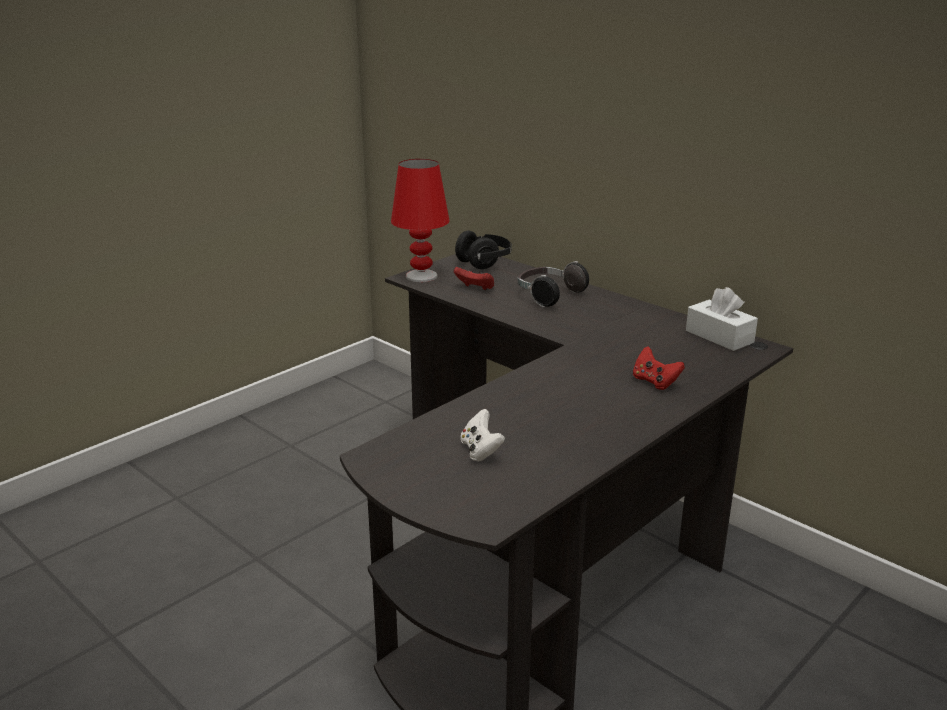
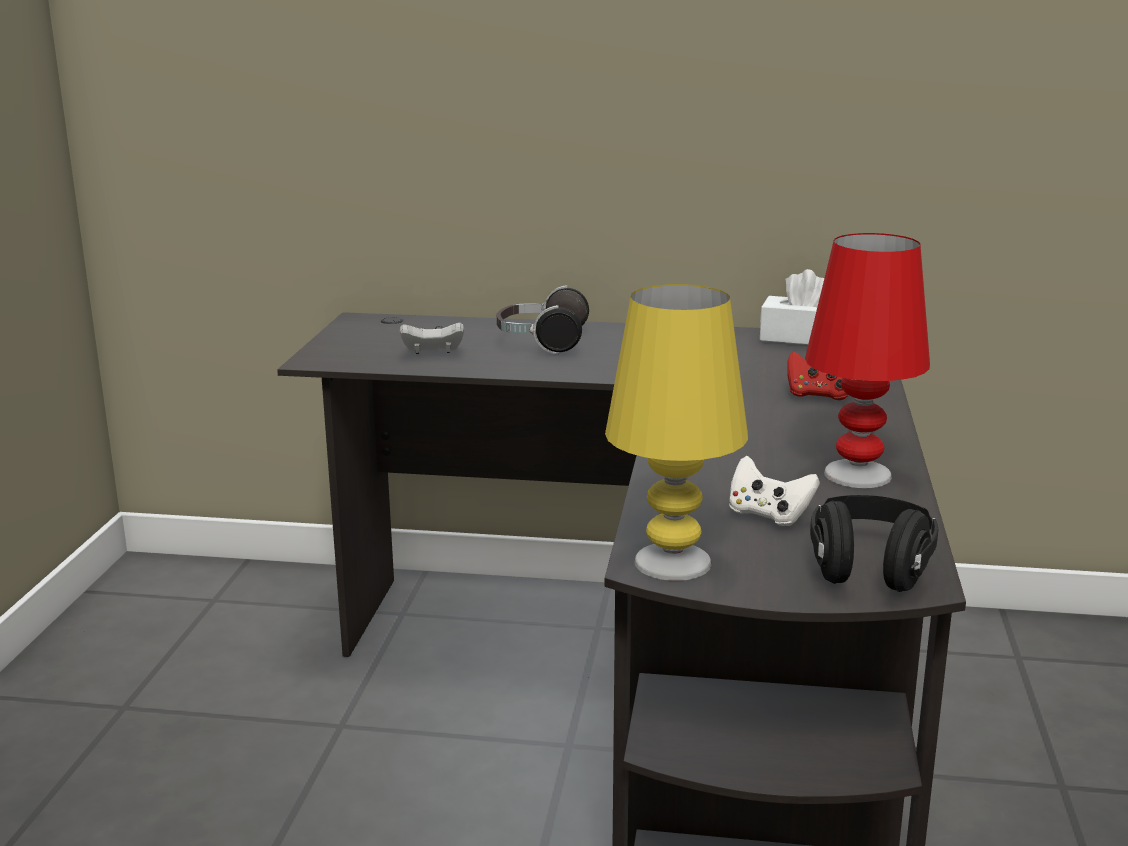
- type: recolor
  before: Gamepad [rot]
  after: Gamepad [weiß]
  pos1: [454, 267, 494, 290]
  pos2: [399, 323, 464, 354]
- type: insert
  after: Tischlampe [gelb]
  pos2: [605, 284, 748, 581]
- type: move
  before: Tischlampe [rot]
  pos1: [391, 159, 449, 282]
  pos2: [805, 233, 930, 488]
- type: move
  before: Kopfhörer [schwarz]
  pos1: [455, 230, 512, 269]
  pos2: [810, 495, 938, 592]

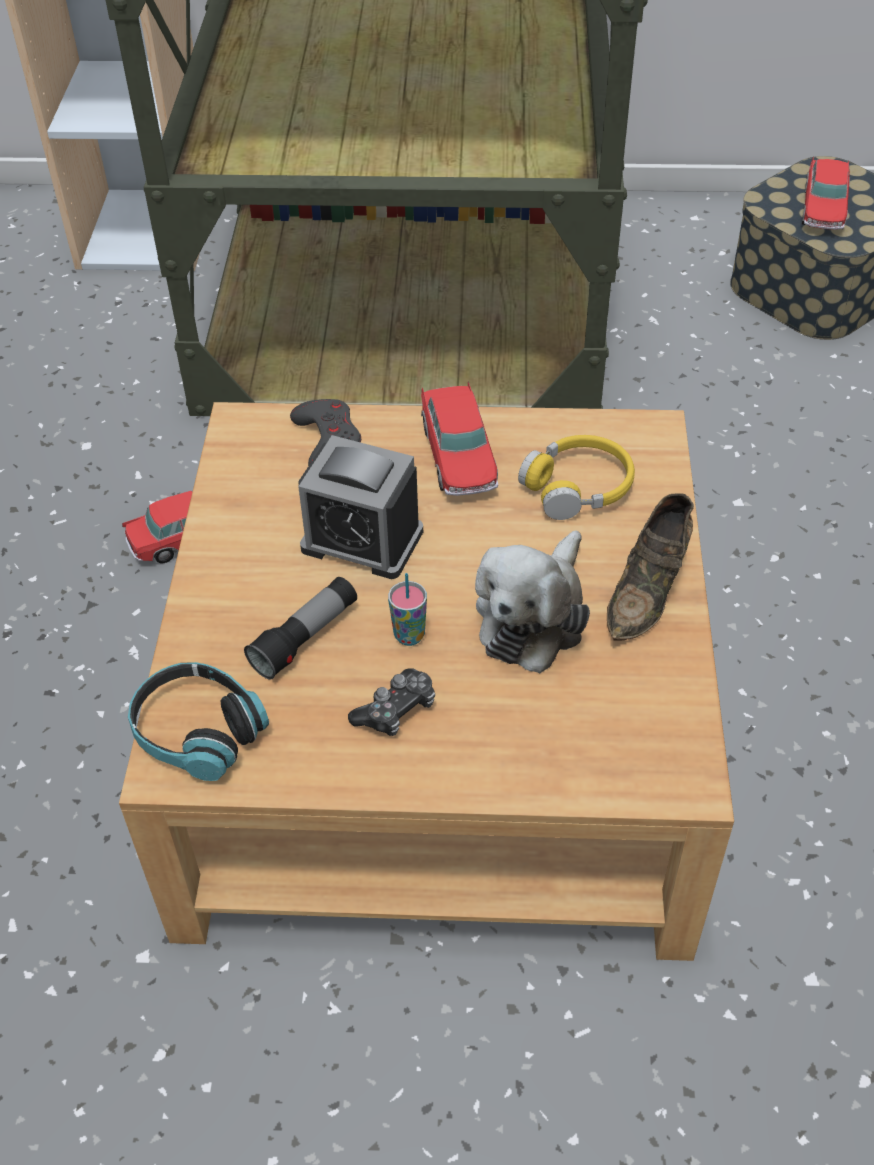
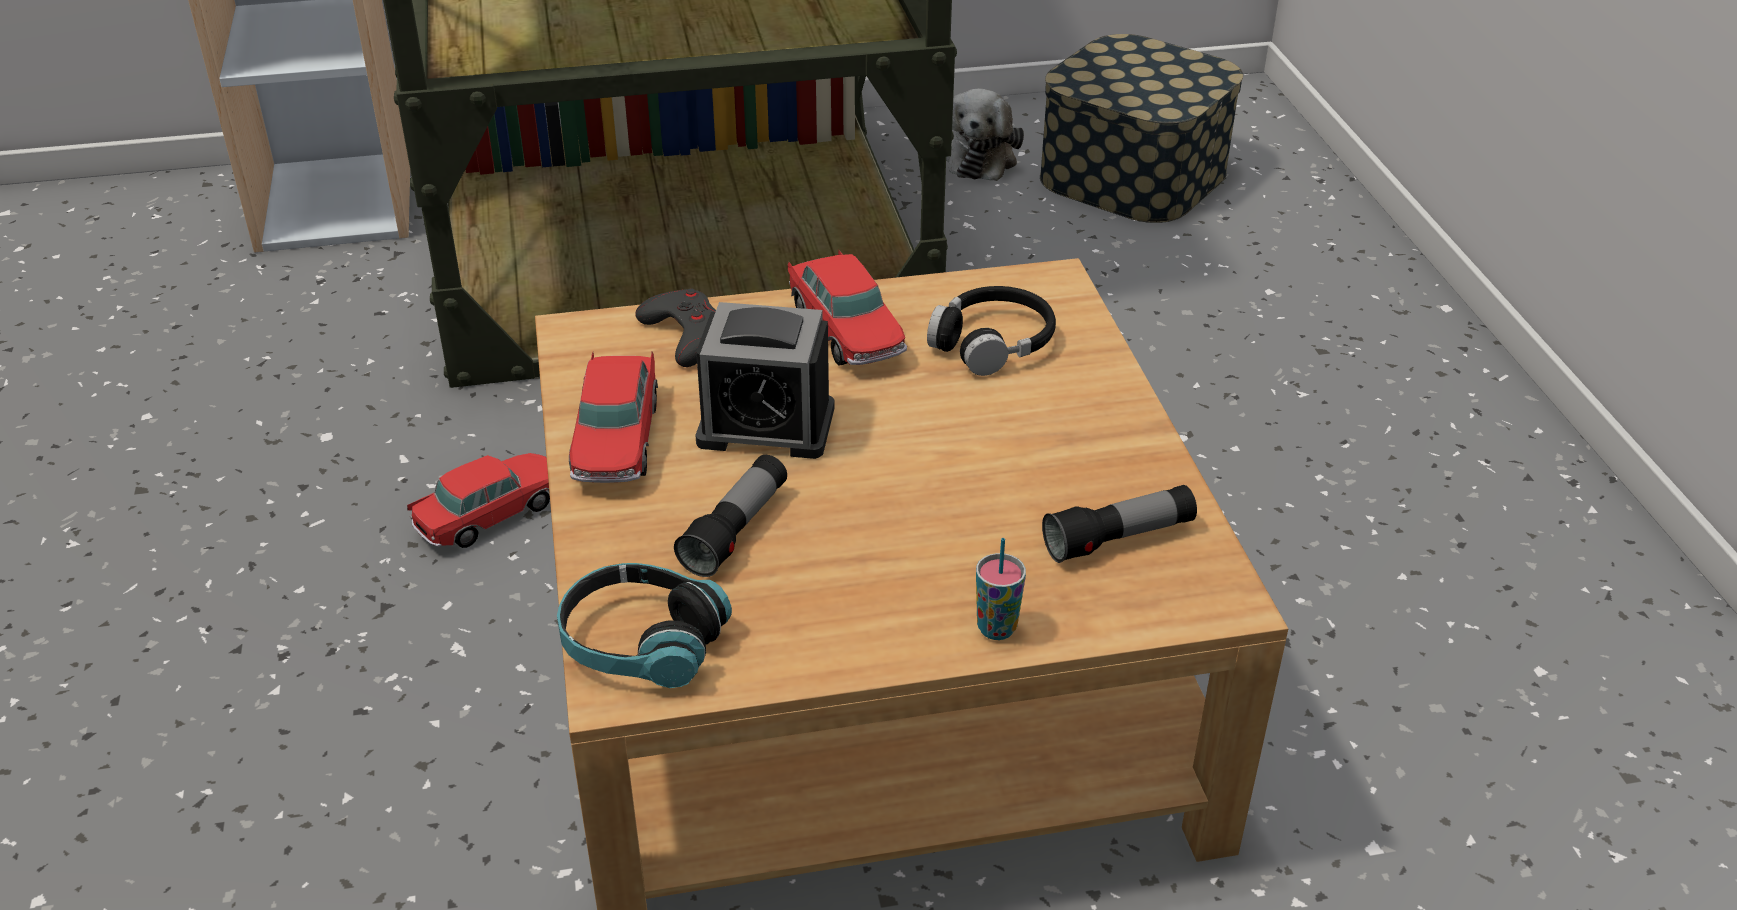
- type: move
  before: Spielzeugauto
  pos1: [802, 157, 850, 230]
  pos2: [569, 352, 658, 483]
- type: recolor
  before: Kopfhörer [gelb]
  after: Kopfhörer [schwarz]
  pos1: [518, 435, 635, 520]
  pos2: [927, 286, 1056, 376]
- type: move
  before: Plüschtier
  pos1: [475, 530, 590, 673]
  pos2: [946, 89, 1024, 181]
- type: move
  before: Tasse
  pos1: [388, 573, 427, 646]
  pos2: [976, 538, 1026, 640]
- type: insert
  after: Taschenlampe
  pos2: [1042, 485, 1197, 563]
- type: delete
  before: Gamepad
  pos1: [348, 668, 435, 736]
- type: delete
  before: Schuh [braun]
  pos1: [607, 493, 694, 641]

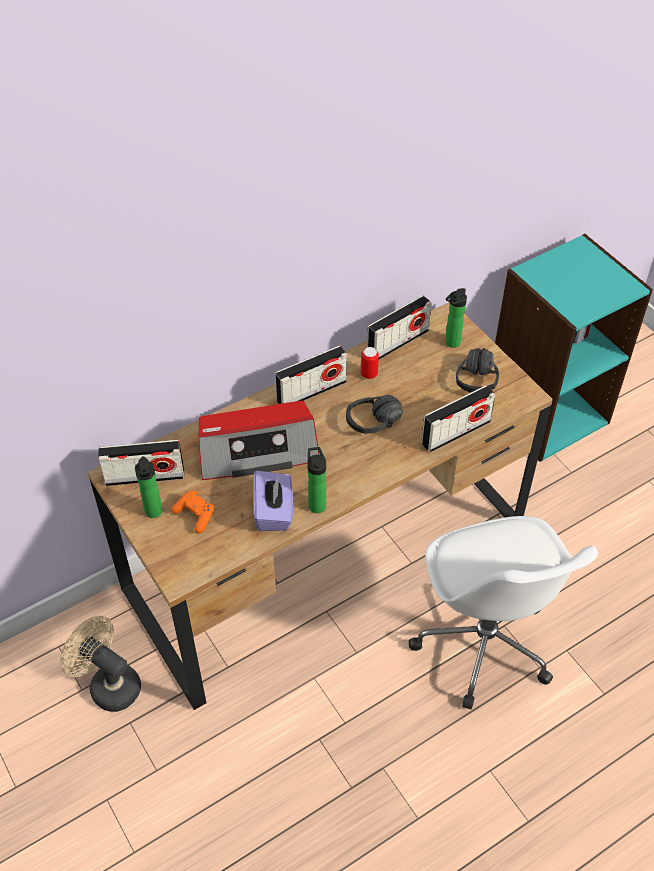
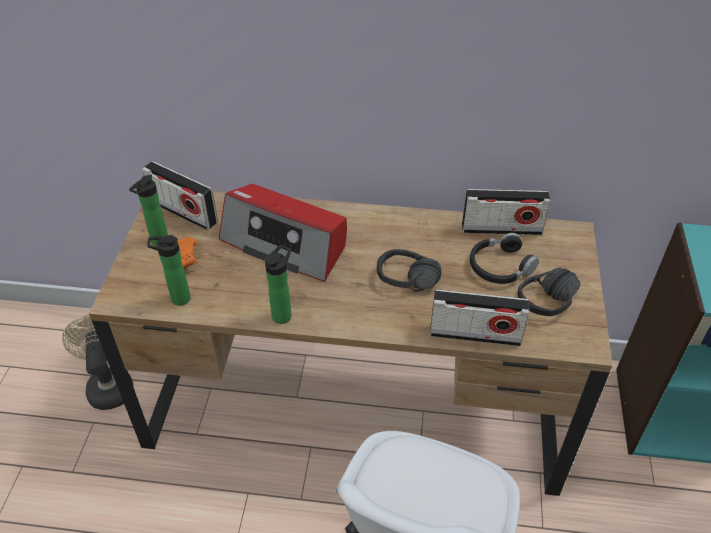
- type: move
  before: Flasche
  pos1: [445, 288, 467, 348]
  pos2: [147, 235, 191, 306]
- type: insert
  after: Kopfhörer [schwarz]
  pos2: [470, 233, 539, 284]
- type: delete
  before: Taschentuchbox [lila]
  pos1: [253, 471, 293, 531]
- type: delete
  before: Radio
  pos1: [275, 345, 347, 404]
- type: delete
  before: Dose
  pos1: [361, 347, 379, 379]

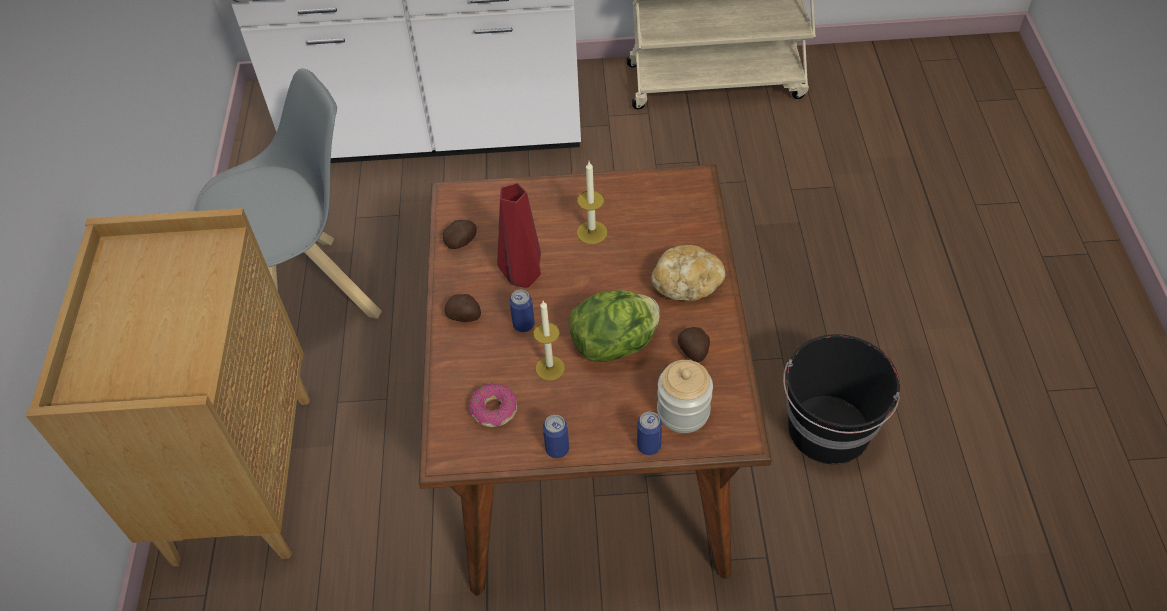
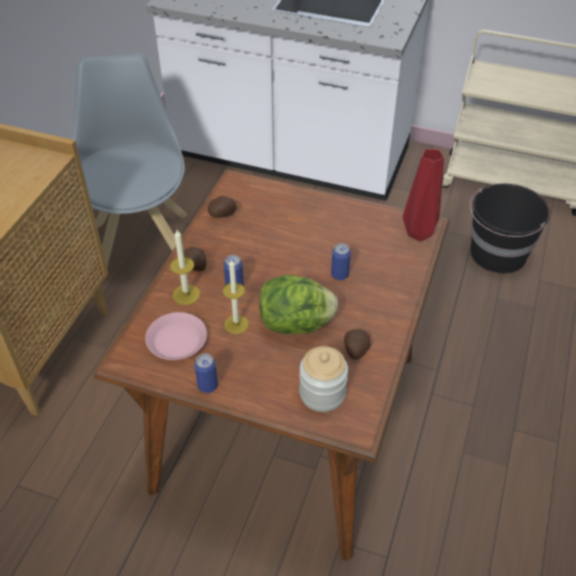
- type: rotate
  before: Stuhl [grau]
  pos1: [194, 68, 382, 319]
  pos2: [73, 53, 188, 279]
  turn: -90
- type: replace
  before: Donut
  after: Teller [rosa]
  pos1: [469, 383, 517, 427]
  pos2: [145, 312, 207, 360]
- type: move
  before: Kerze
  pos1: [577, 162, 607, 244]
  pos2: [170, 230, 200, 305]
- type: move
  before: Dose
  pos1: [637, 411, 662, 455]
  pos2: [331, 243, 351, 280]
- type: move
  before: Vase [rot]
  pos1: [497, 183, 541, 288]
  pos2: [403, 149, 444, 241]
- type: move
  before: Eimer [schwarz]
  pos1: [783, 334, 900, 464]
  pos2: [470, 184, 550, 274]
- type: delete
  before: Brot
  pos1: [651, 245, 725, 301]

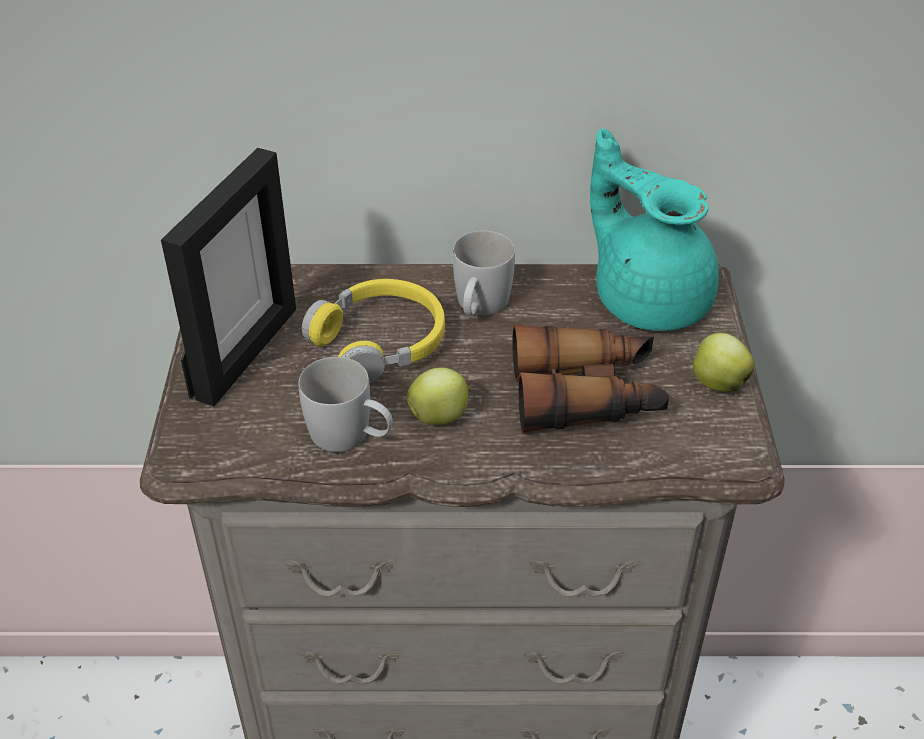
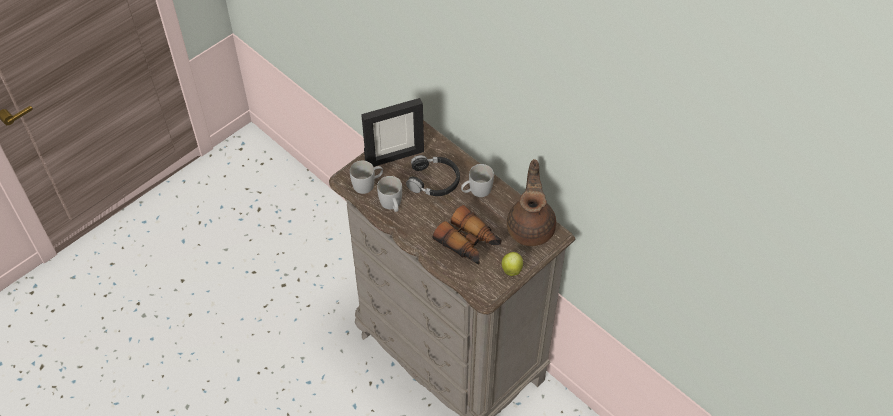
- type: insert
  after: Henkelbecher [weiß]
  pos2: [350, 161, 383, 194]
- type: recolor
  before: Kopfhörer [gelb]
  after: Kopfhörer [schwarz]
  pos1: [302, 279, 445, 384]
  pos2: [406, 155, 460, 196]
- type: recolor
  before: Teekanne [türkis]
  after: Teekanne [braun]
  pos1: [590, 128, 719, 331]
  pos2: [507, 159, 556, 246]
- type: delete
  before: Apfel
  pos1: [407, 368, 471, 425]

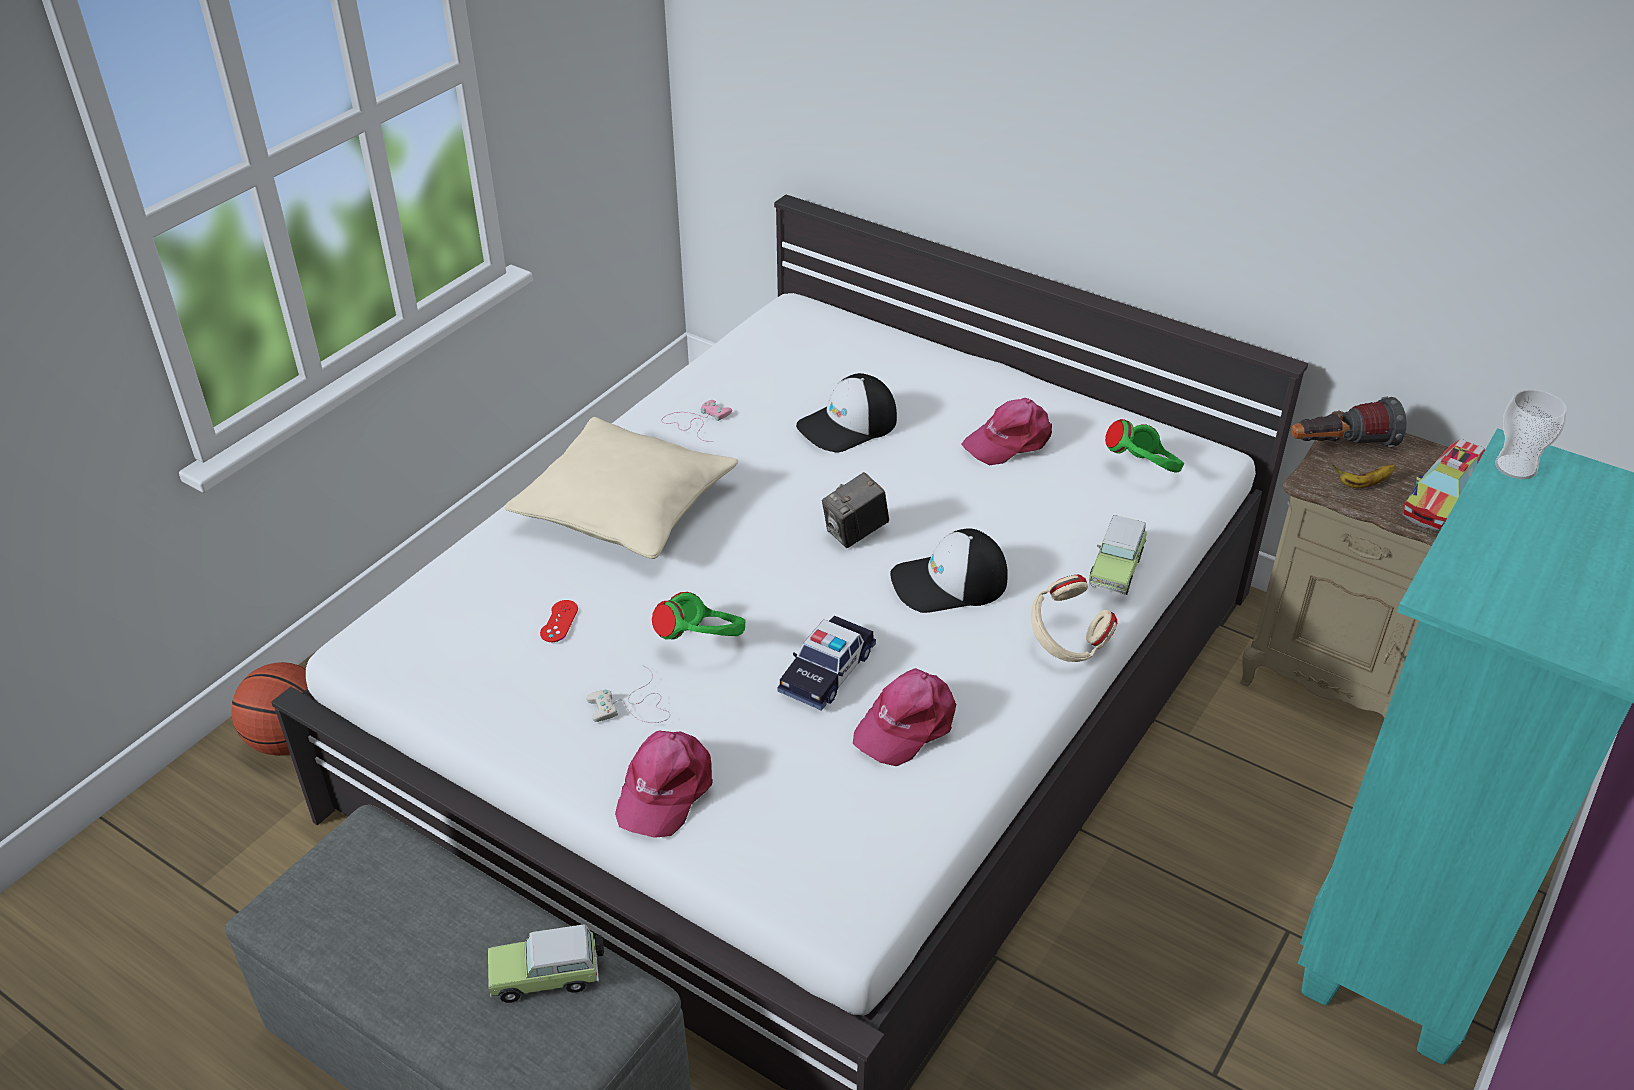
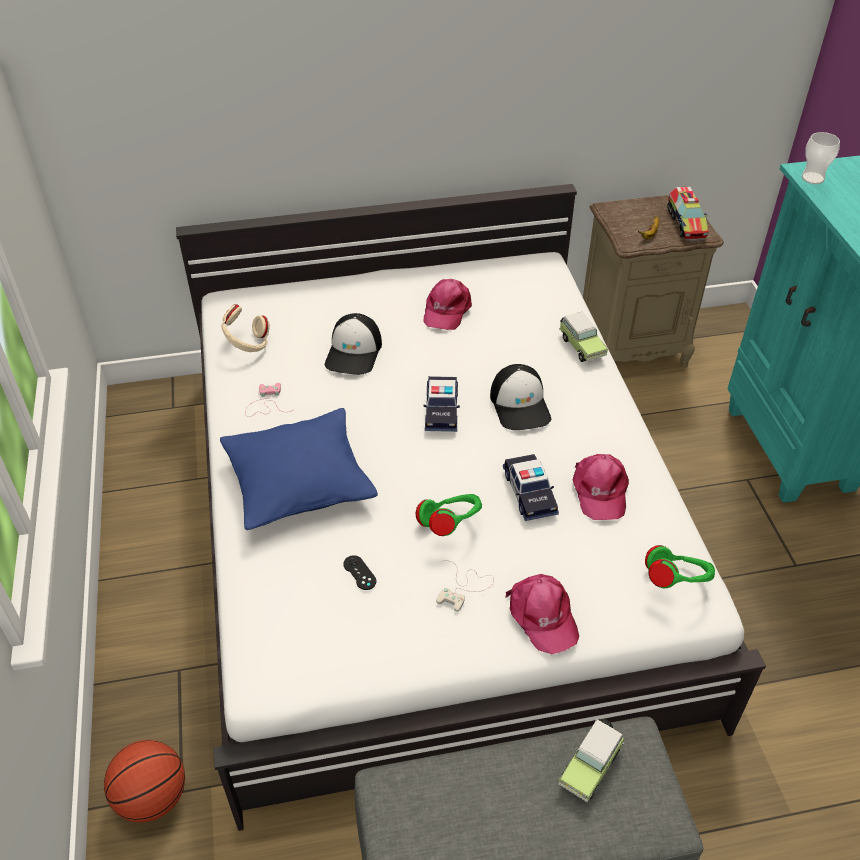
- type: recolor
  before: Kissen [beige]
  after: Kissen [blau]
  pos1: [505, 417, 738, 559]
  pos2: [220, 408, 378, 530]
- type: move
  before: Kopfhörer [beige]
  pos1: [1031, 575, 1117, 662]
  pos2: [221, 304, 270, 352]
- type: recolor
  before: Gamepad [rot]
  after: Gamepad [schwarz]
  pos1: [540, 600, 578, 642]
  pos2: [343, 555, 377, 590]
- type: replace
  before: Kamera
  after: Spielzeugauto
  pos1: [822, 472, 889, 548]
  pos2: [424, 376, 460, 432]
- type: rotate
  before: Kappe
  pos1: [890, 528, 1008, 613]
  pos2: [490, 364, 551, 430]
  turn: -45
- type: move
  before: Kopfhörer [grün]
  pos1: [1105, 419, 1184, 473]
  pos2: [645, 545, 715, 588]
- type: delete
  before: Taschenlampe
  pos1: [1291, 397, 1406, 448]

